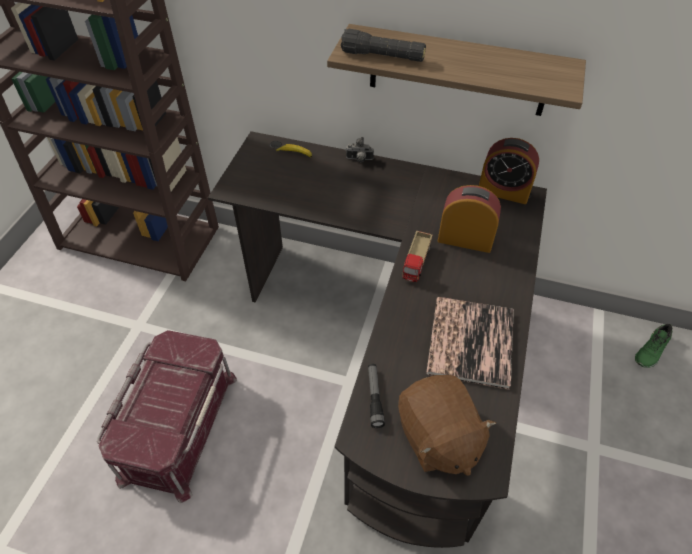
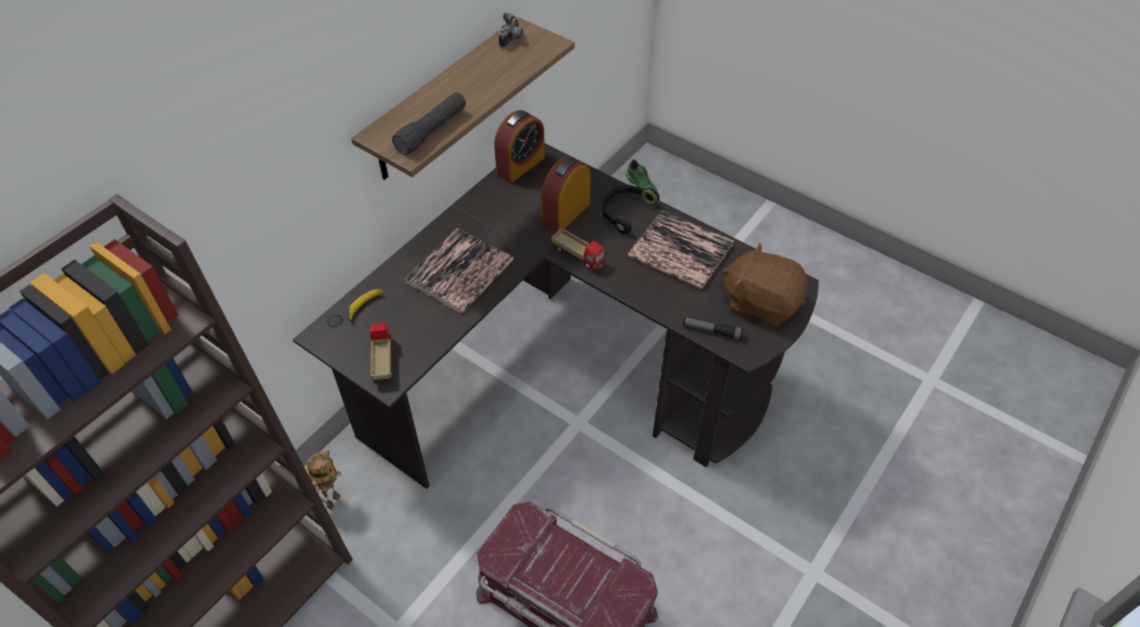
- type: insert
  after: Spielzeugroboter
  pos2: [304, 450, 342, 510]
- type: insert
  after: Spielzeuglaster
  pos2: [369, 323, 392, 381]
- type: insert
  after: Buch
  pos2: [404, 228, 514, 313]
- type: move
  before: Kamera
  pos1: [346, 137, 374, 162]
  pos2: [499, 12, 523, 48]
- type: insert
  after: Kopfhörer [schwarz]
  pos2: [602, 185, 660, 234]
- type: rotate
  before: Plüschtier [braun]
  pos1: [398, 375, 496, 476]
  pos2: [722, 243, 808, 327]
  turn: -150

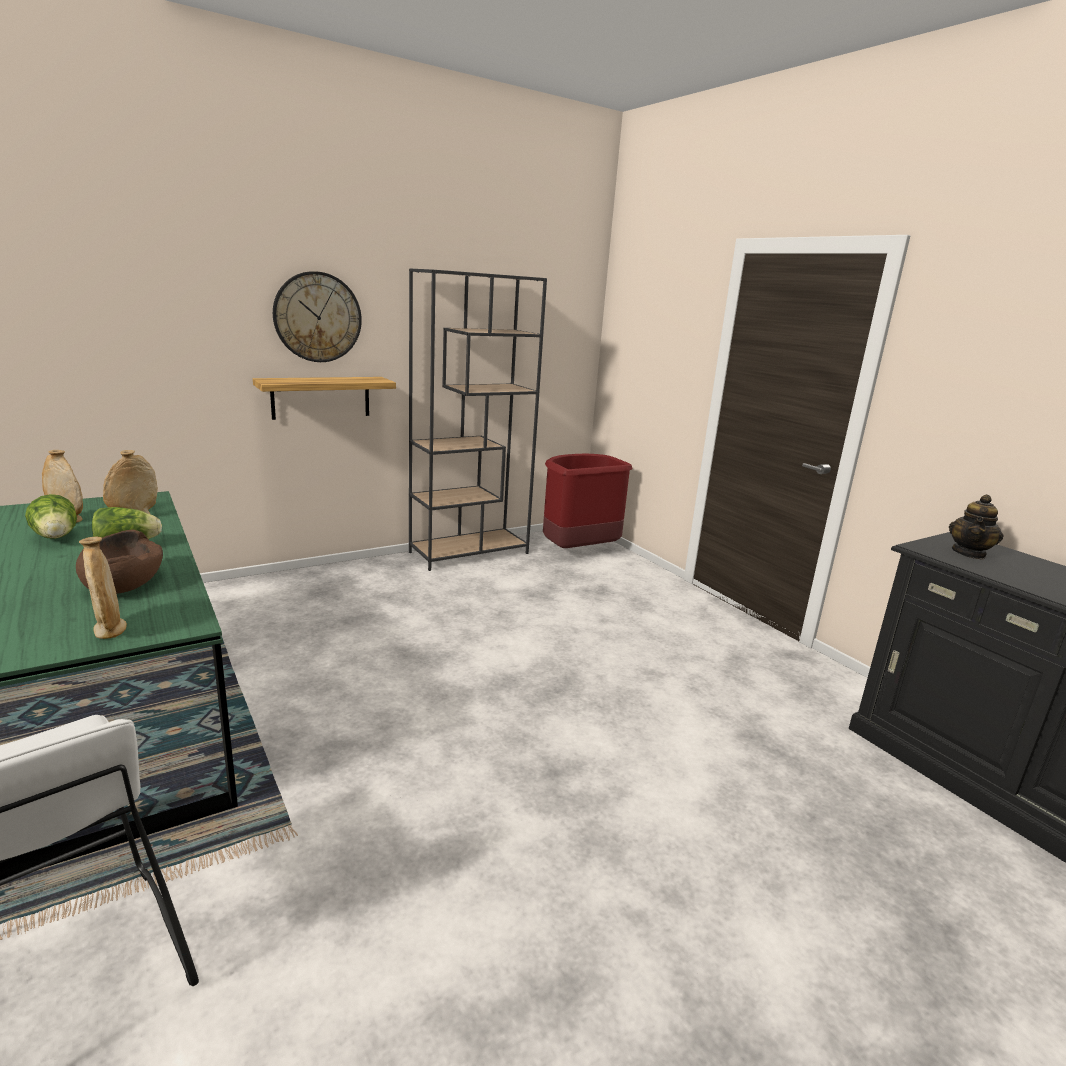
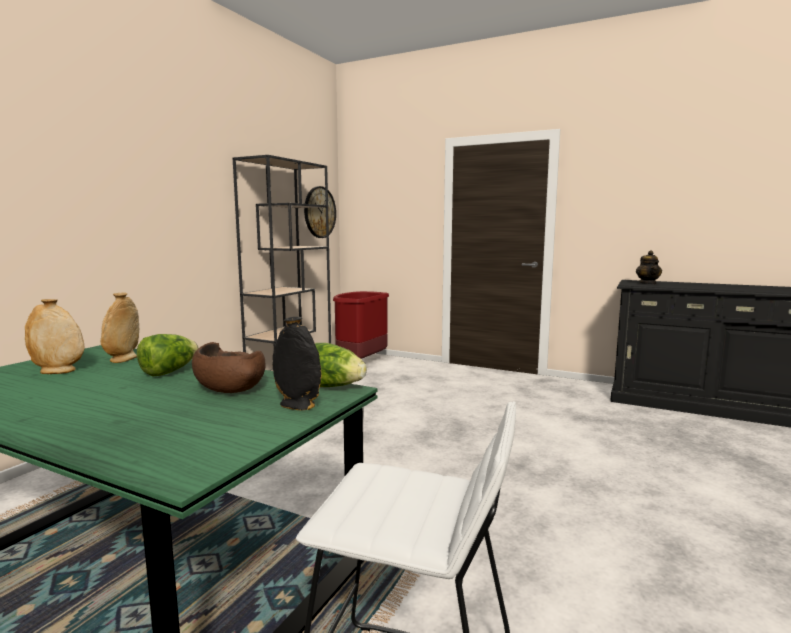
- type: recolor
  before: Vase [beige]
  after: Vase [schwarz]
  pos1: [79, 537, 127, 639]
  pos2: [273, 317, 322, 410]
- type: move
  before: Wanduhr
  pos1: [273, 271, 362, 362]
  pos2: [304, 186, 336, 238]
- type: move
  before: Salatkopf
  pos1: [25, 494, 77, 539]
  pos2: [315, 343, 367, 387]
- type: delete
  before: Wandregal
  pos1: [253, 377, 396, 420]

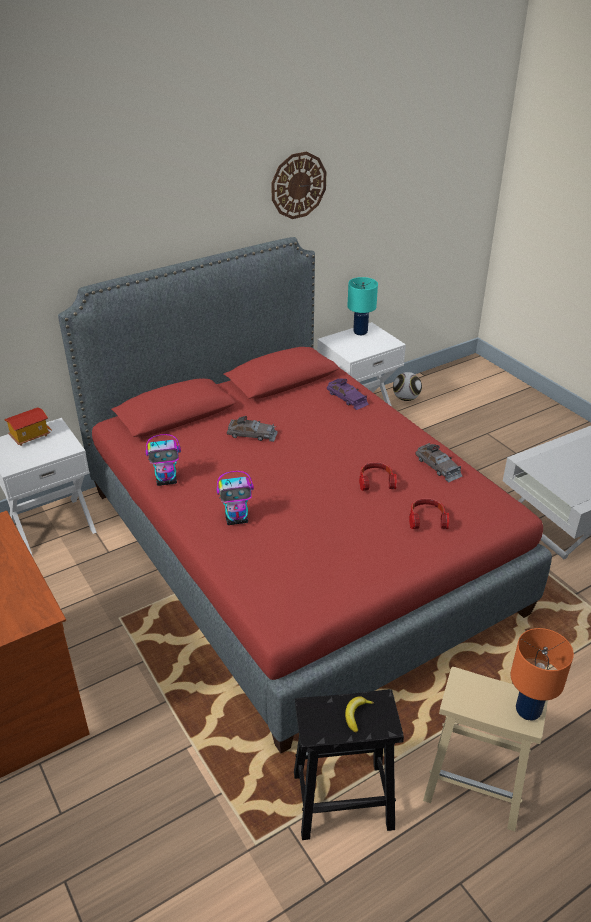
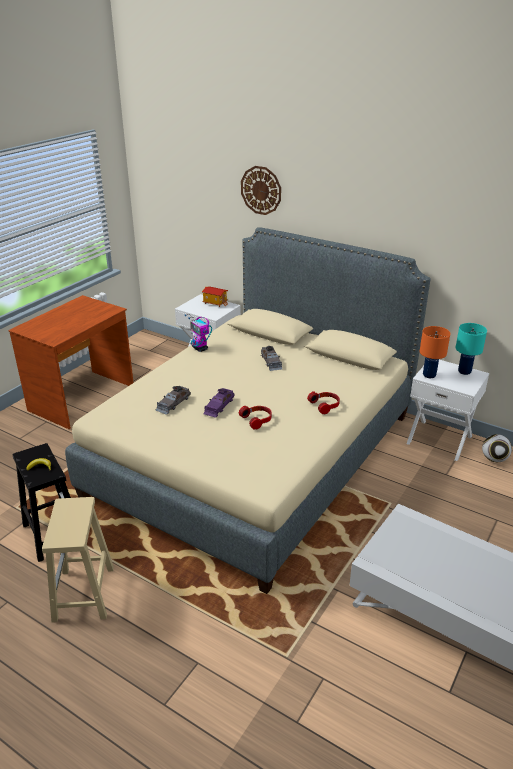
- type: recolor
  before: Bett [rot]
  after: Bett [beige]
  pos1: [58, 237, 552, 753]
  pos2: [65, 227, 431, 594]
- type: move
  before: Spielzeugauto [grau]
  pos1: [415, 443, 462, 482]
  pos2: [156, 386, 191, 415]
- type: move
  before: Spielzeugauto [lila]
  pos1: [327, 378, 369, 410]
  pos2: [203, 388, 234, 418]
- type: move
  before: Wanduhr
  pos1: [271, 151, 326, 219]
  pos2: [241, 166, 281, 215]
- type: move
  before: Kopfhörer
  pos1: [409, 498, 449, 529]
  pos2: [307, 391, 340, 415]
- type: move
  before: Tischlampe [orange]
  pos1: [510, 628, 574, 721]
  pos2: [420, 326, 450, 378]
- type: delete
  before: Spielzeugroboter
  pos1: [216, 471, 254, 525]

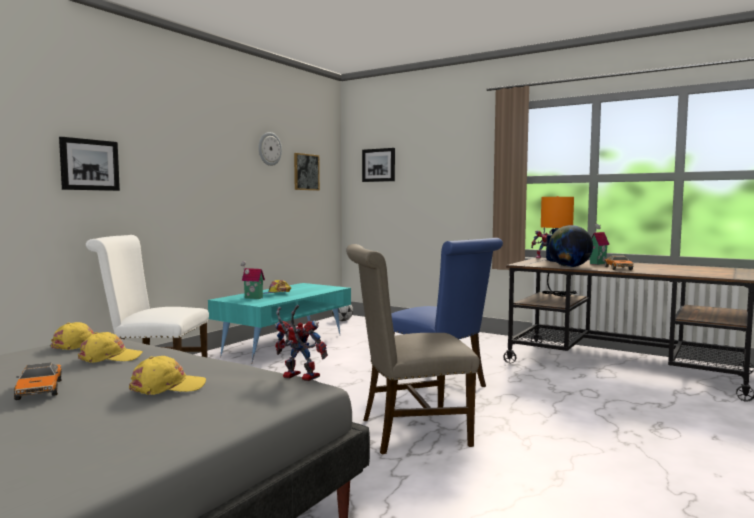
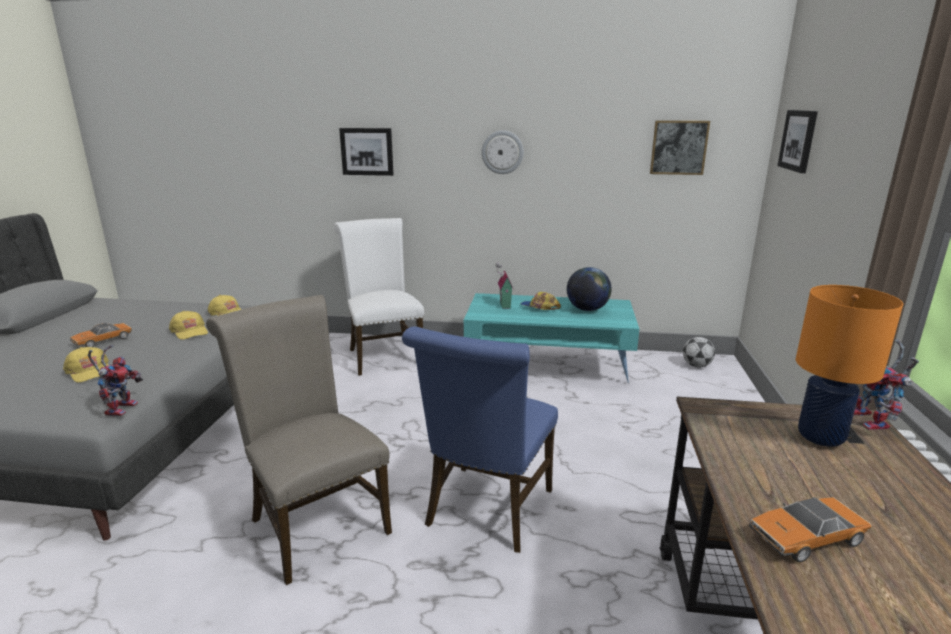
- type: move
  before: Wanduhr
  pos1: [258, 132, 282, 166]
  pos2: [482, 130, 524, 174]
- type: move
  before: Globus
  pos1: [549, 225, 593, 267]
  pos2: [567, 267, 612, 311]
- type: delete
  before: Spielzeughaus
  pos1: [590, 224, 610, 265]

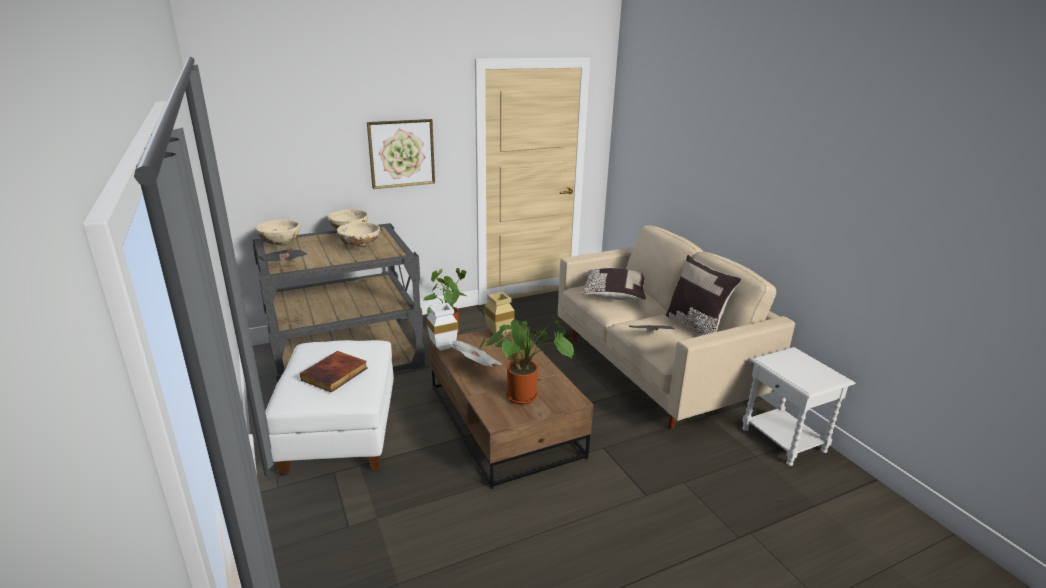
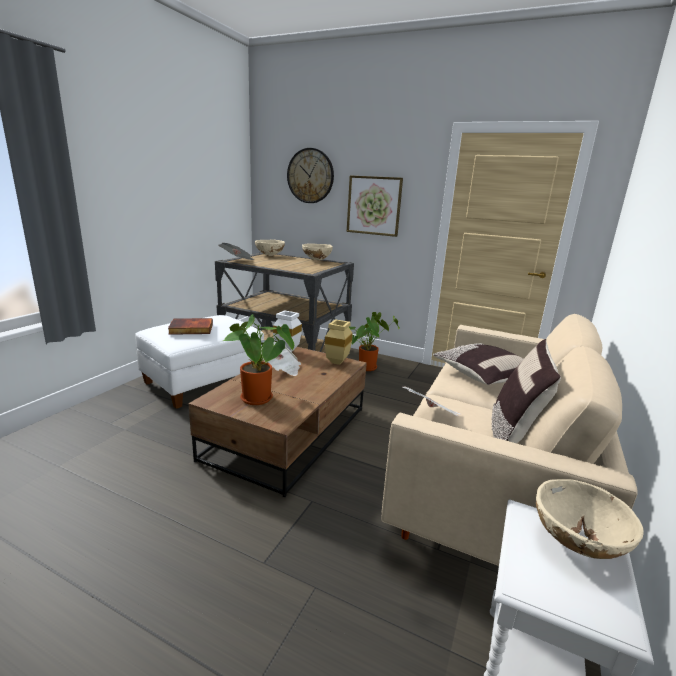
- type: insert
  after: Wanduhr
  pos2: [287, 148, 334, 203]
- type: move
  before: Schüssel [beige]
  pos1: [337, 222, 380, 248]
  pos2: [536, 479, 644, 559]

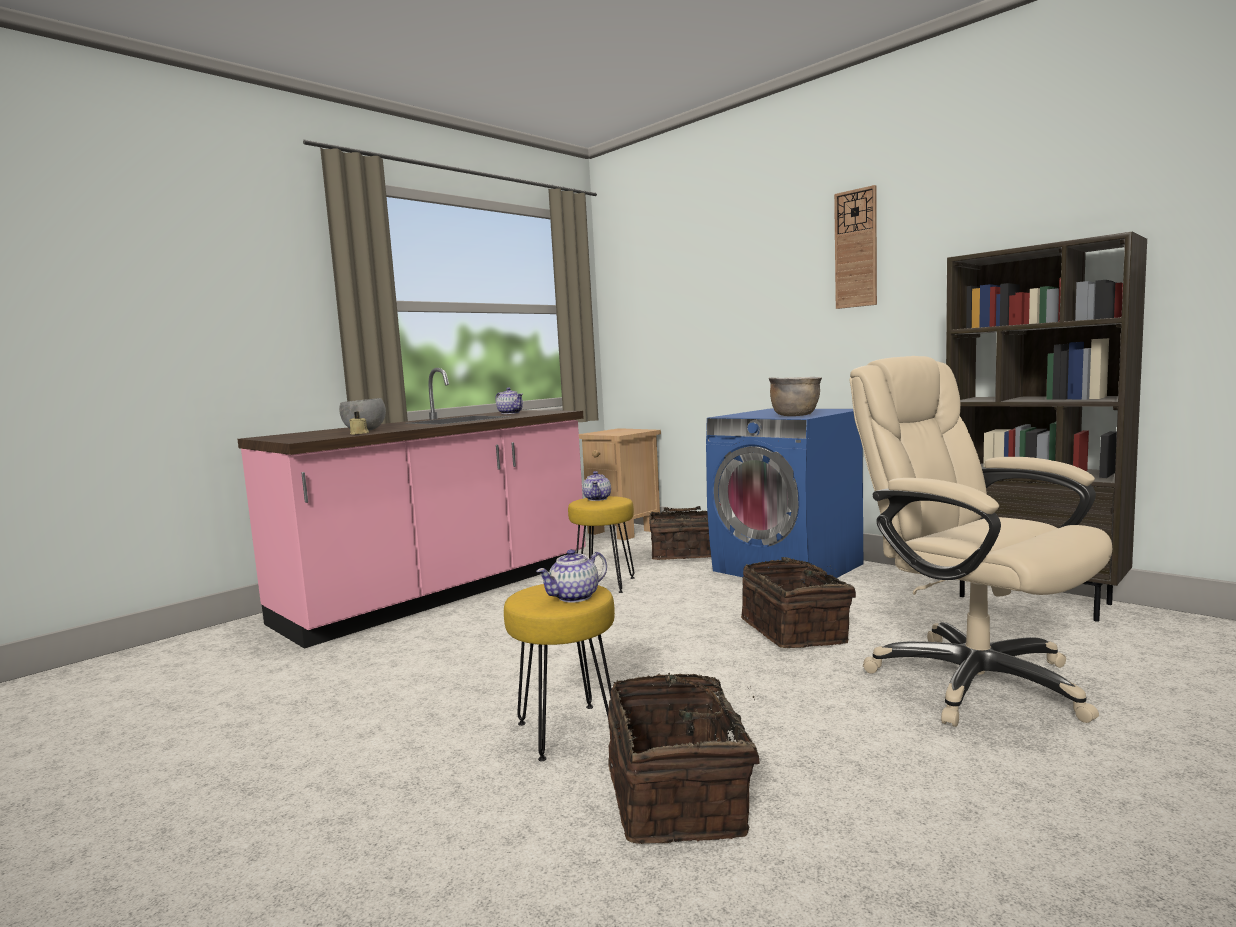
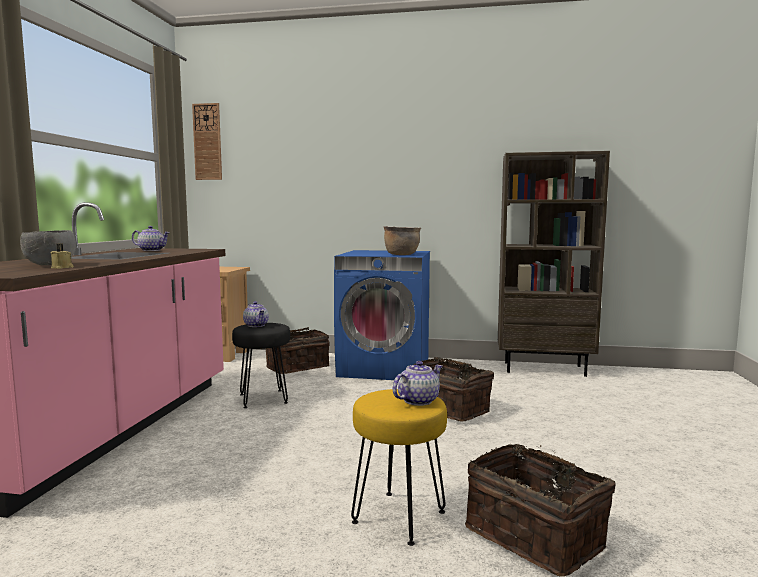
- type: move
  before: Wanduhr
  pos1: [834, 185, 877, 309]
  pos2: [192, 103, 222, 180]
- type: recolor
  before: Hocker [gelb]
  after: Hocker [schwarz]
  pos1: [568, 496, 634, 593]
  pos2: [232, 323, 290, 408]
- type: rotate
  before: Teekanne
  pos1: [536, 549, 607, 603]
  pos2: [393, 361, 442, 406]
  turn: -150
- type: delete
  before: Bürostuhl [beige]
  pos1: [850, 356, 1112, 727]

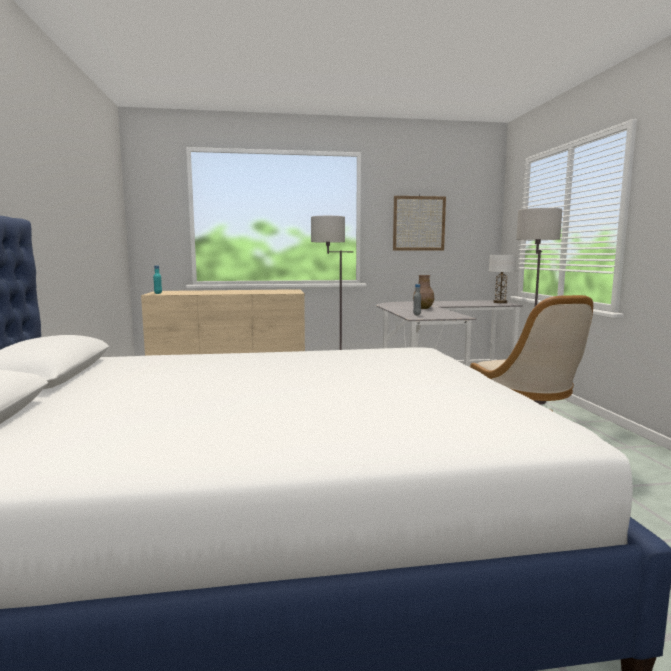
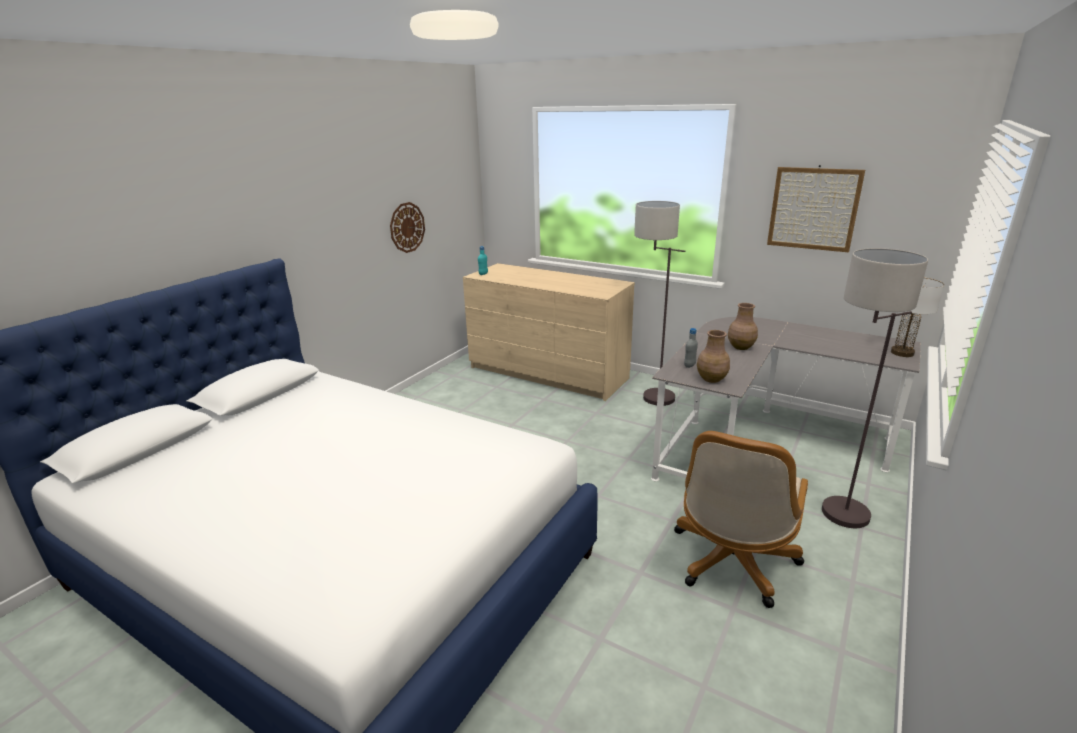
- type: insert
  after: Wanduhr
  pos2: [390, 202, 425, 253]
- type: insert
  after: Vase [braun]
  pos2: [697, 330, 730, 383]

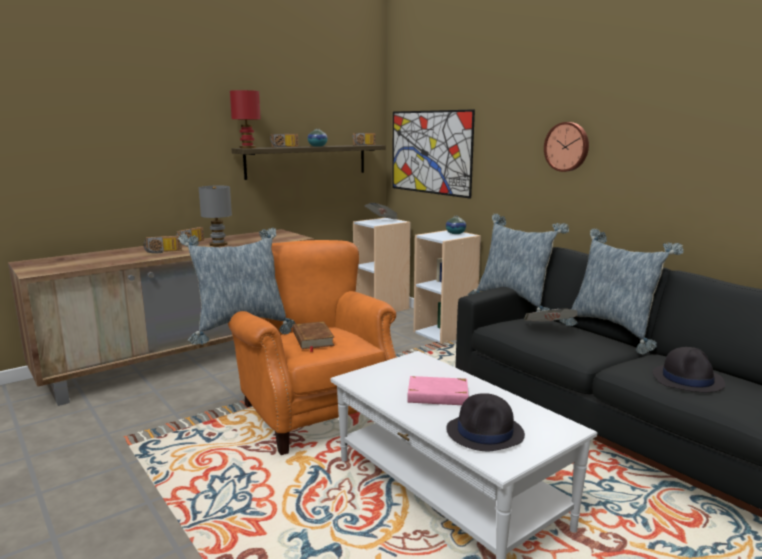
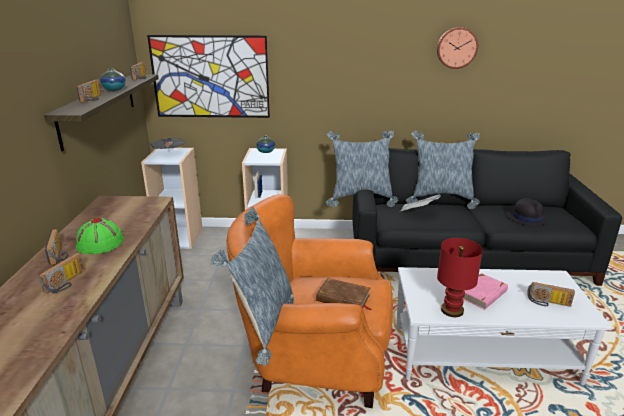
- type: replace
  before: Tischlampe [grau]
  after: Hut [grün]
  pos1: [199, 186, 232, 246]
  pos2: [76, 218, 124, 254]
- type: move
  before: Wanduhr
  pos1: [544, 122, 589, 172]
  pos2: [437, 27, 478, 69]
- type: move
  before: Tischlampe [rot]
  pos1: [230, 90, 261, 148]
  pos2: [437, 238, 483, 317]
- type: replace
  before: Hut [schwarz]
  after: Radio
  pos1: [446, 393, 525, 451]
  pos2: [527, 282, 575, 307]

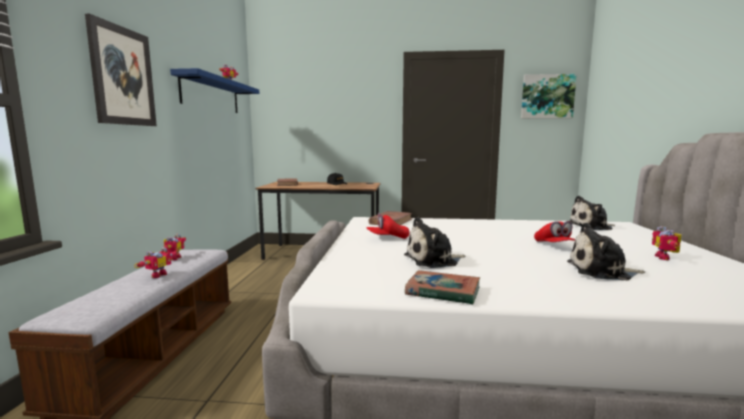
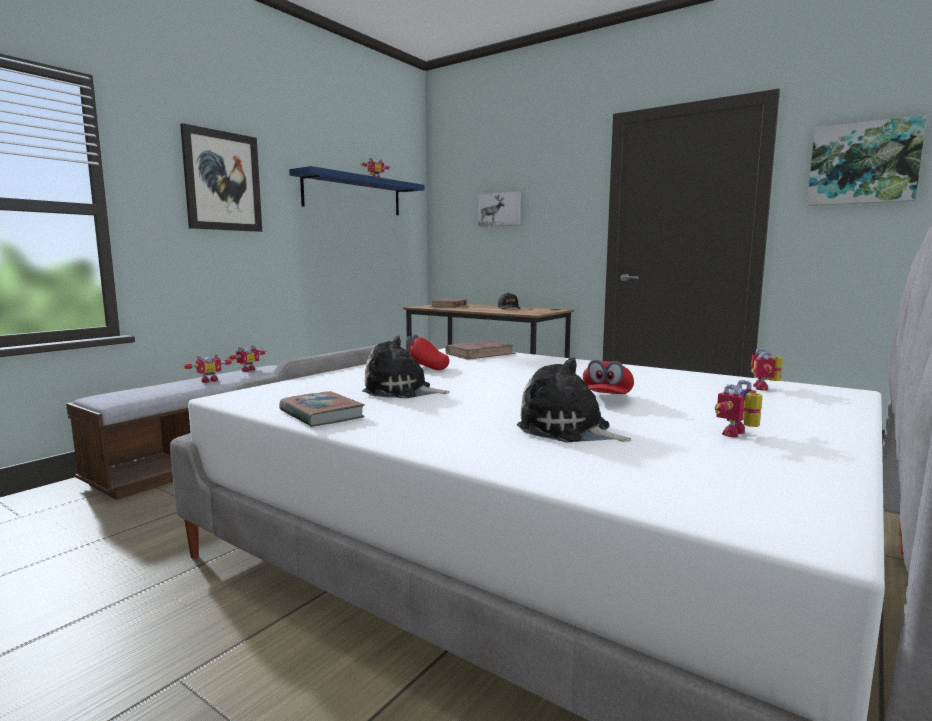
- type: insert
  after: Bild
  pos2: [478, 191, 521, 227]
- type: replace
  before: Plüschtier
  after: Spielzeugroboter
  pos1: [570, 196, 615, 230]
  pos2: [750, 348, 783, 391]

